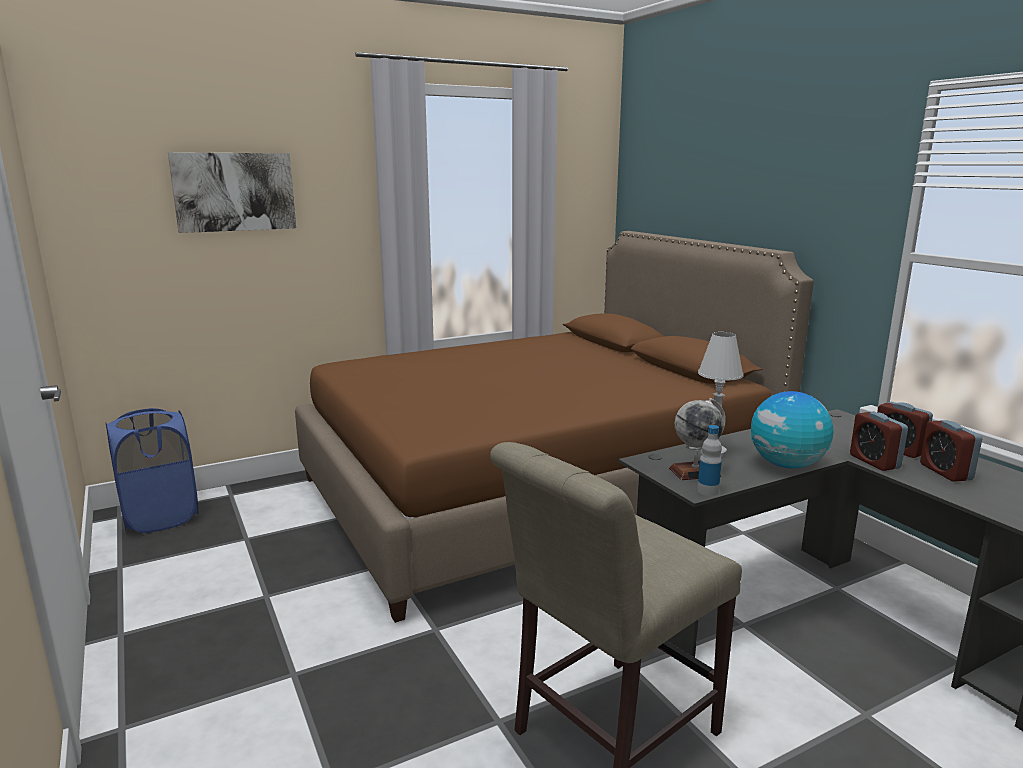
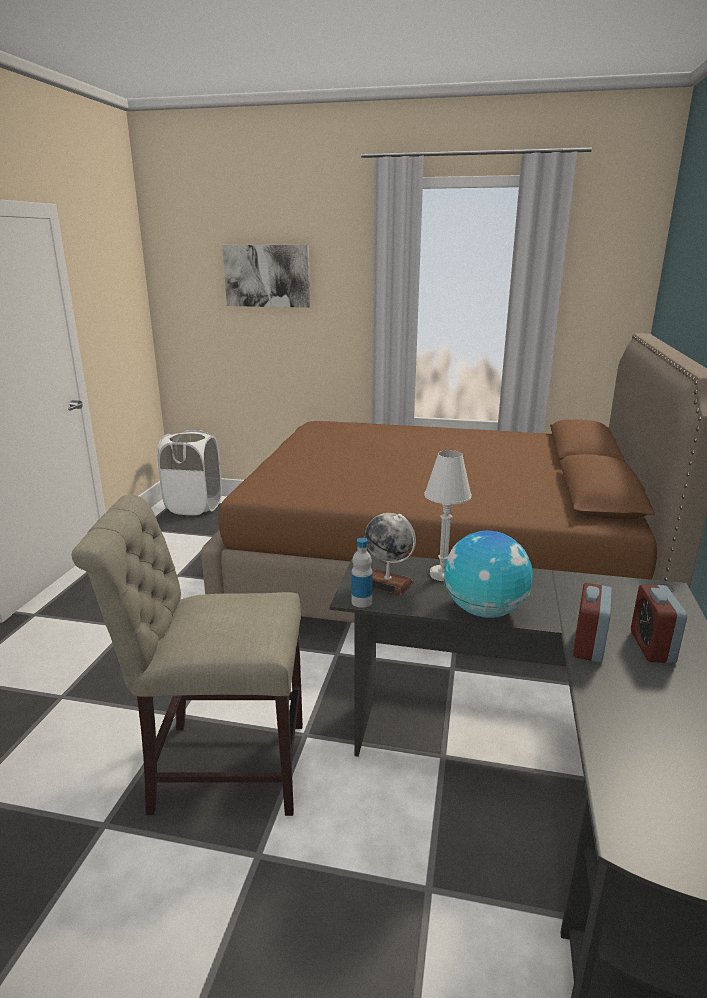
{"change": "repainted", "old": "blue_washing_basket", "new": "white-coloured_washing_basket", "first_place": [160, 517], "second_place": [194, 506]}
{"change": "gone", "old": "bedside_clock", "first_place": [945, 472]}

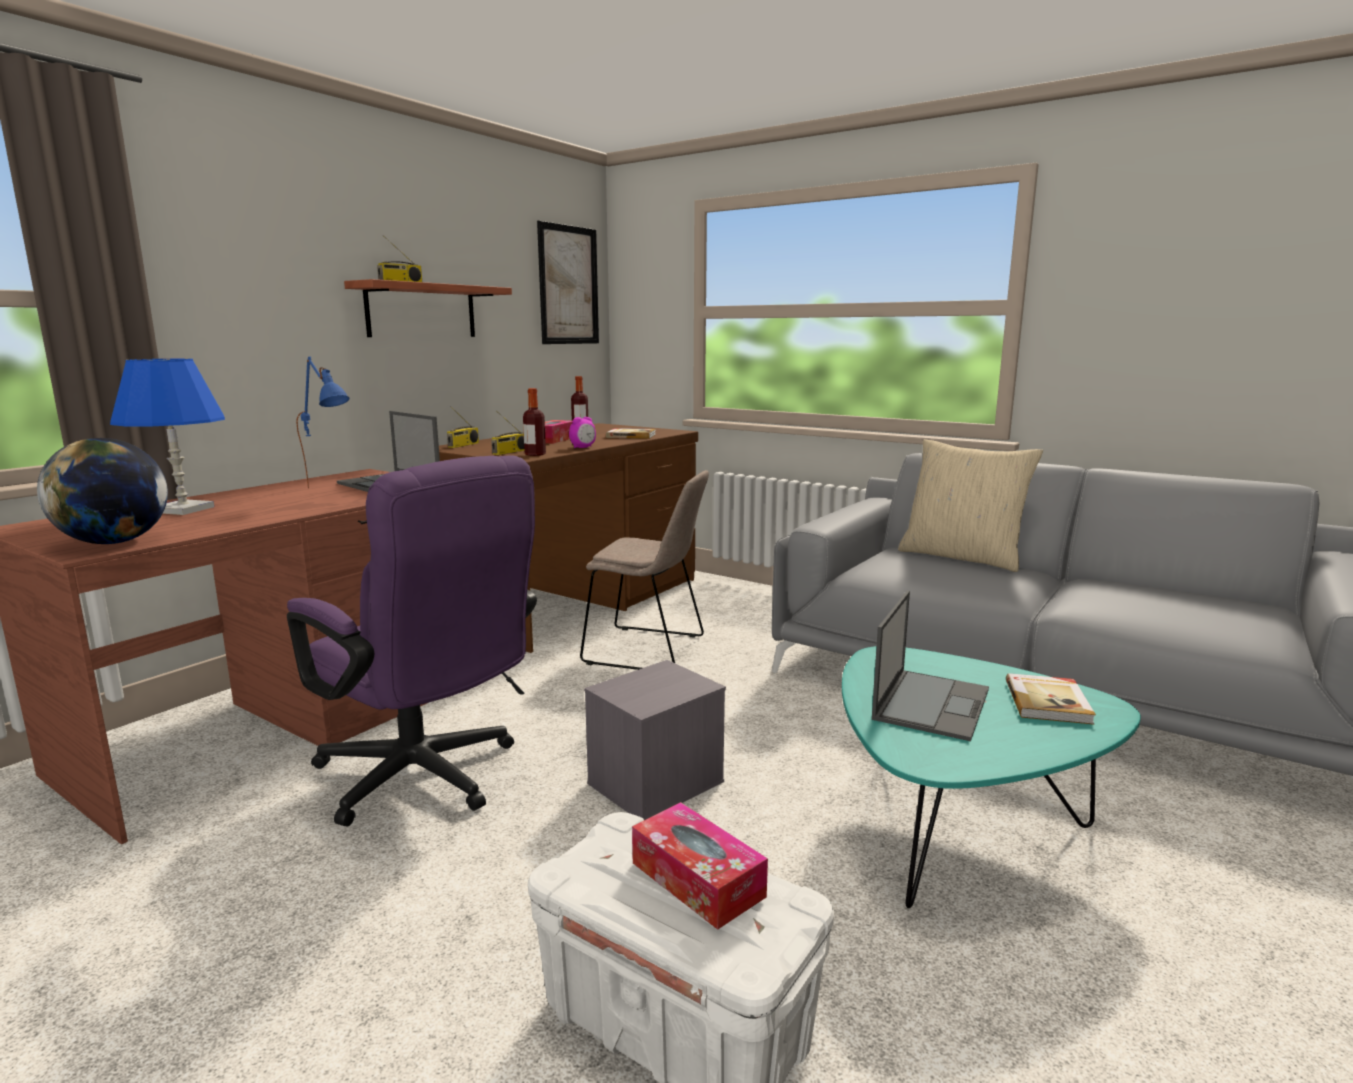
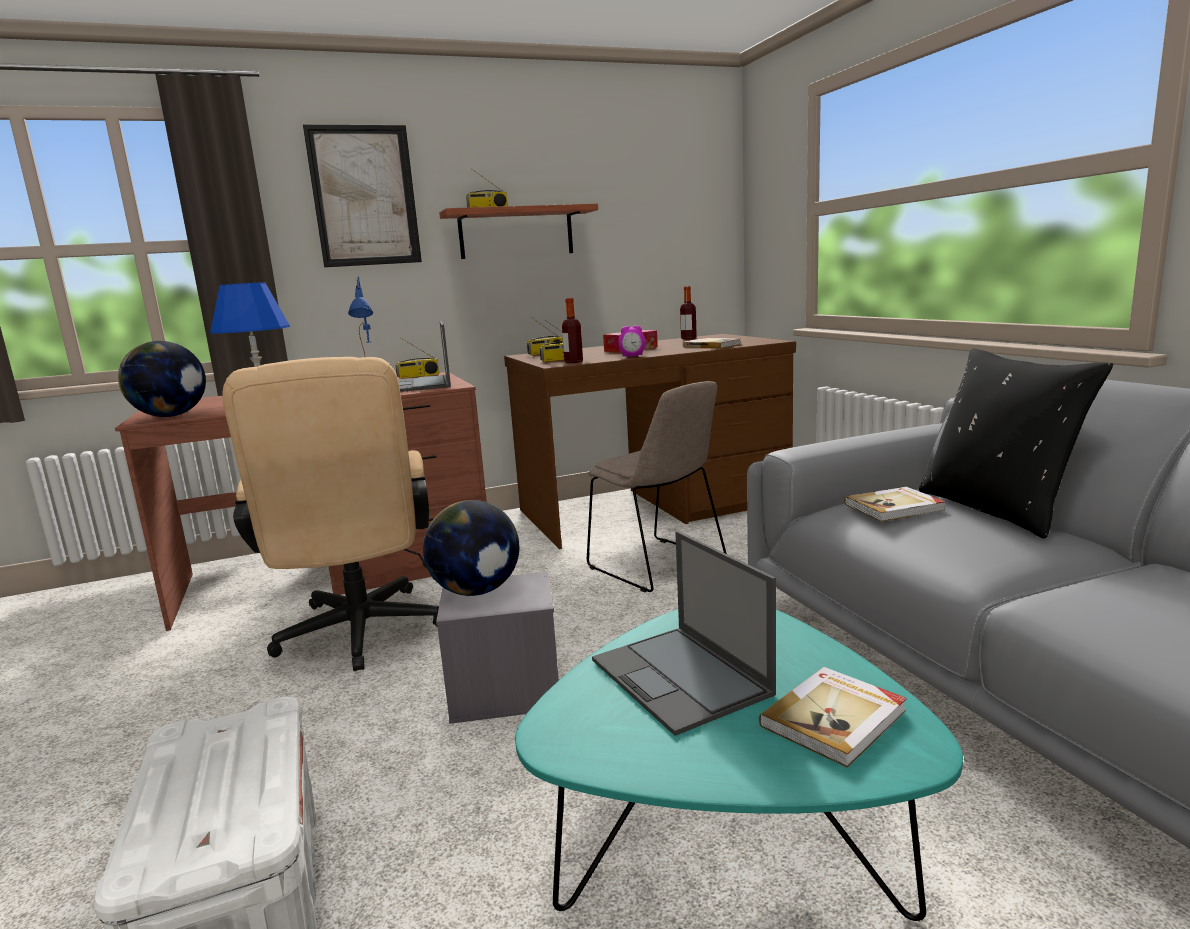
{"change": "shifted", "old": "wall_picture", "first_place": [568, 285], "second_place": [364, 196]}
{"change": "repainted", "old": "sand-coloured_throw_pillow", "new": "blackish_throw_pillow", "first_place": [962, 557], "second_place": [997, 509]}
{"change": "repainted", "old": "purple_desk_chair", "new": "sand-coloured_desk_chair", "first_place": [427, 779], "second_place": [359, 637]}
{"change": "rotated", "old": "portable_computer", "first_place": [931, 703], "second_place": [681, 678], "degrees": 90}
{"change": "gone", "old": "tissue_holder", "first_place": [697, 879]}
{"change": "new", "new": "radio_receiver", "second_place": [418, 376]}
{"change": "new", "new": "book", "second_place": [895, 507]}
{"change": "new", "new": "desk_globe", "second_place": [476, 591]}

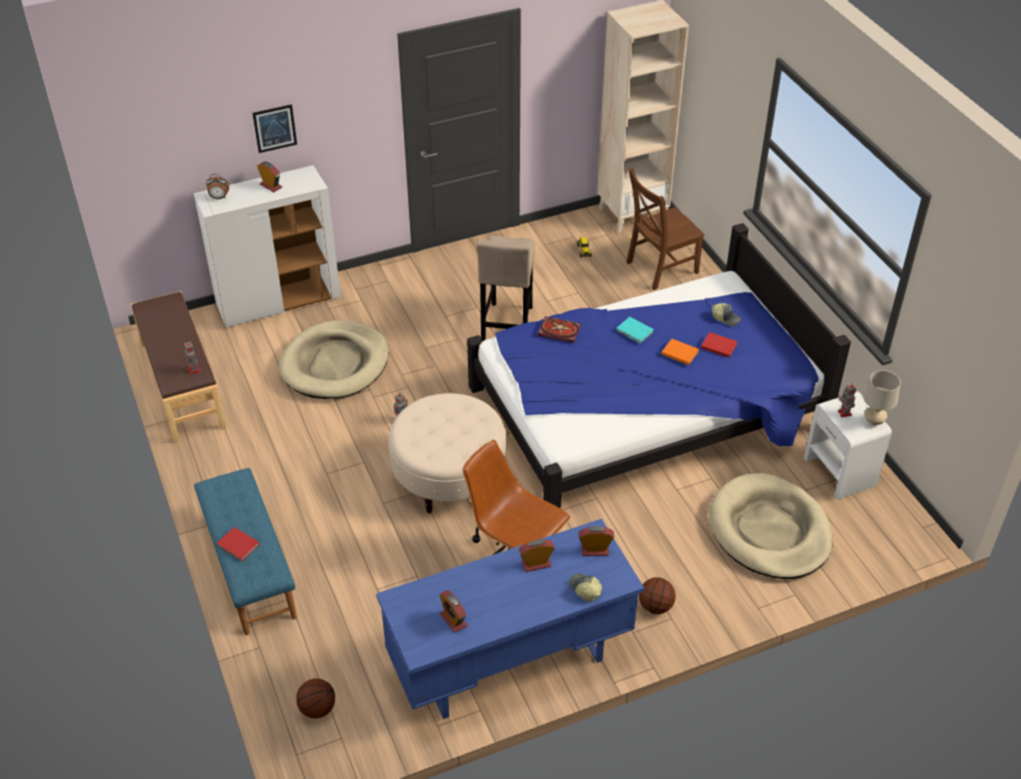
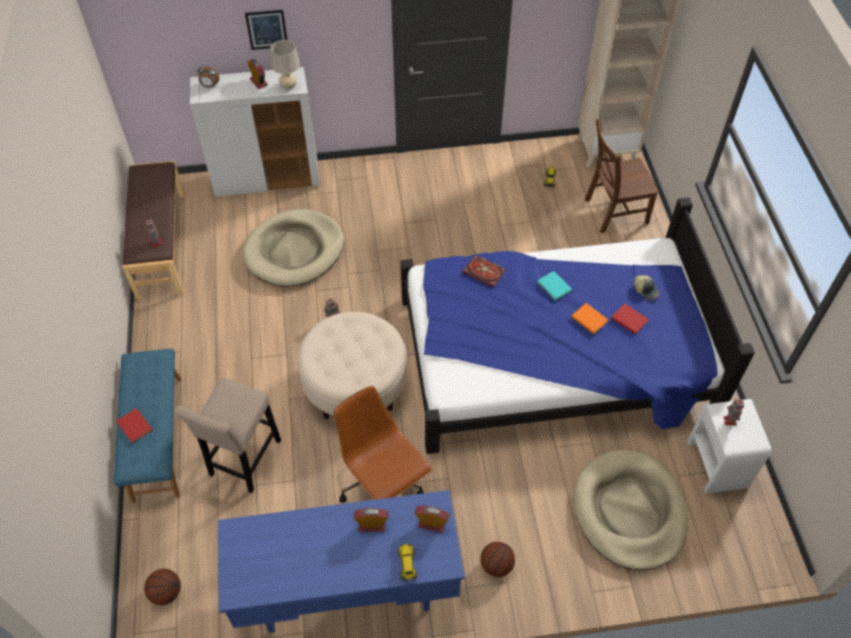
{"change": "shifted", "old": "sand-coloured_stool_seat", "first_place": [507, 326], "second_place": [243, 461]}
{"change": "shifted", "old": "sand-coloured_lamp_for_a_table", "first_place": [874, 421], "second_place": [288, 86]}
{"change": "swapped", "old": "baseball_cap", "new": "model_truck", "first_place": [584, 589], "second_place": [407, 565]}
{"change": "gone", "old": "bedside_clock", "first_place": [453, 620]}

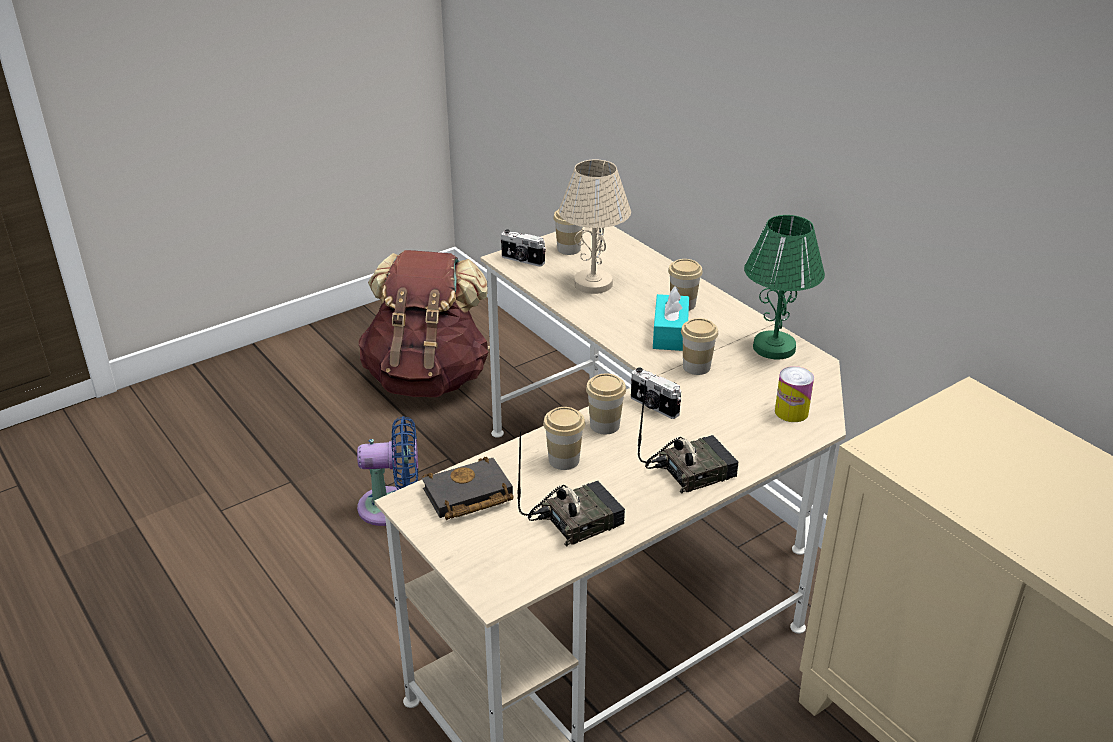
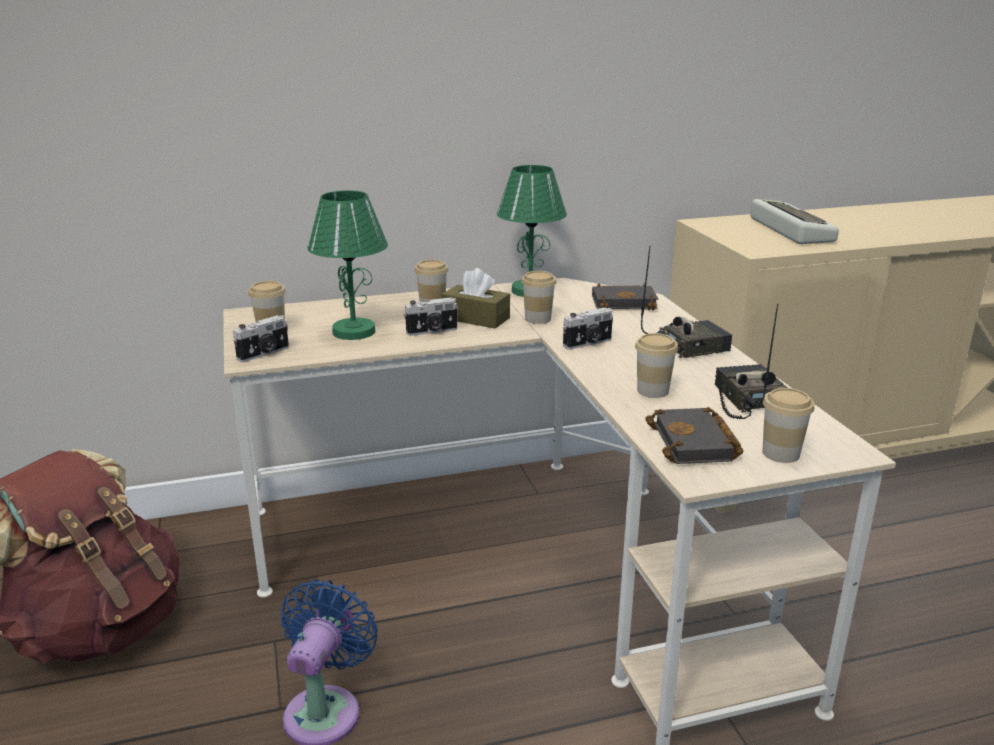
{"change": "repainted", "old": "sand-coloured_lamp_for_a_table", "new": "green_lamp_for_a_table", "first_place": [593, 284], "second_place": [354, 332]}
{"change": "repainted", "old": "turquoise-coloured_tissue_holder", "new": "brown_tissue_holder", "first_place": [670, 333], "second_place": [476, 318]}
{"change": "swapped", "old": "sealed_can", "new": "blackish_book", "first_place": [791, 412], "second_place": [625, 302]}
{"change": "shifted", "old": "drinking_cup", "first_place": [604, 425], "second_place": [780, 453]}
{"change": "rotated", "old": "radio_receiver", "first_place": [690, 469], "second_place": [688, 346], "degrees": 75}
{"change": "new", "new": "computer_keyboard", "second_place": [788, 230]}
{"change": "new", "new": "photo_camera", "second_place": [432, 331]}

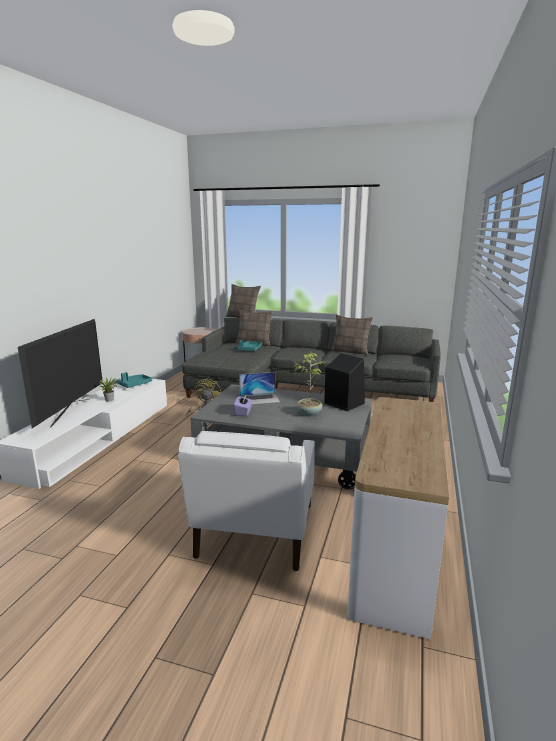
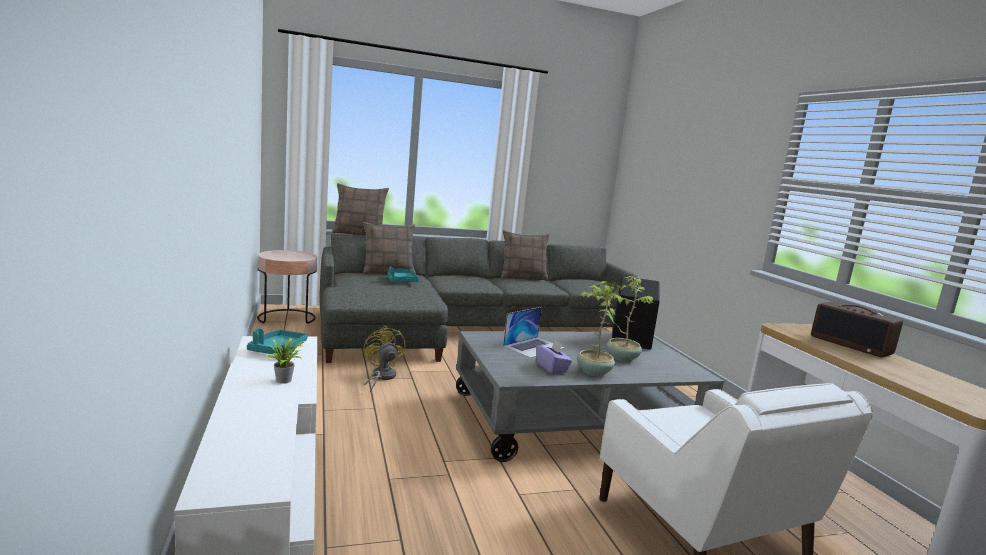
{"change": "gone", "old": "TV_set", "first_place": [72, 411]}
{"change": "new", "new": "houseplant", "second_place": [593, 372]}
{"change": "new", "new": "radio_receiver", "second_place": [851, 345]}

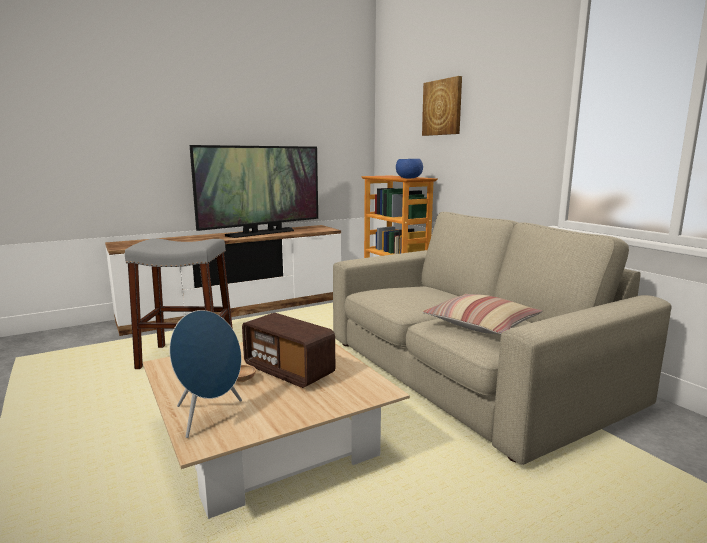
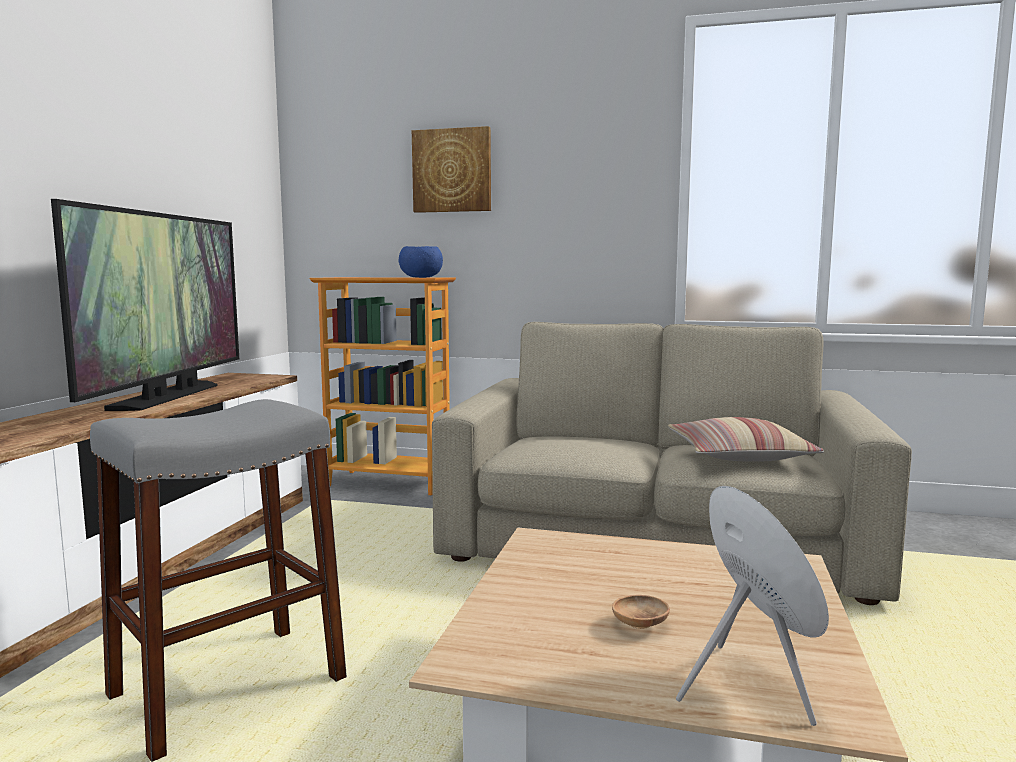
{"change": "gone", "old": "radio_receiver", "first_place": [289, 371]}

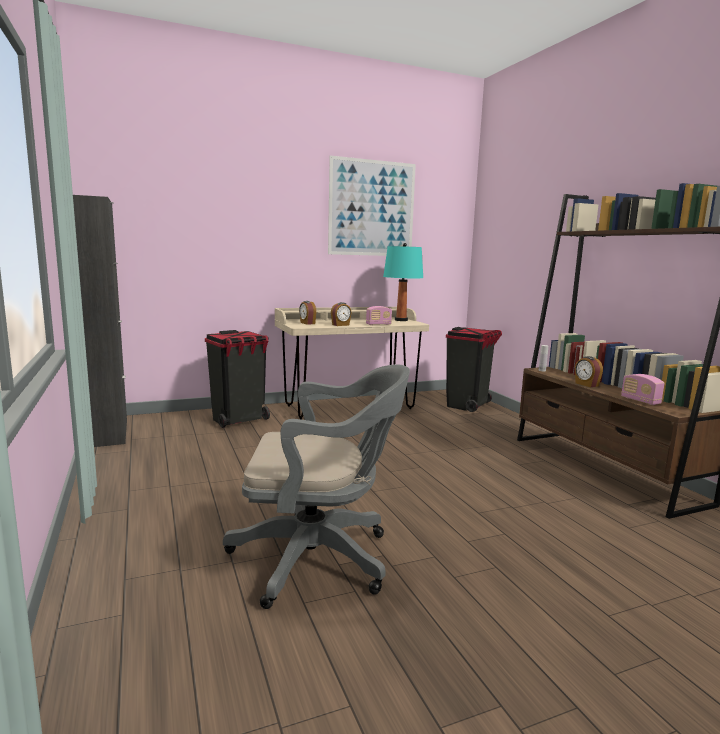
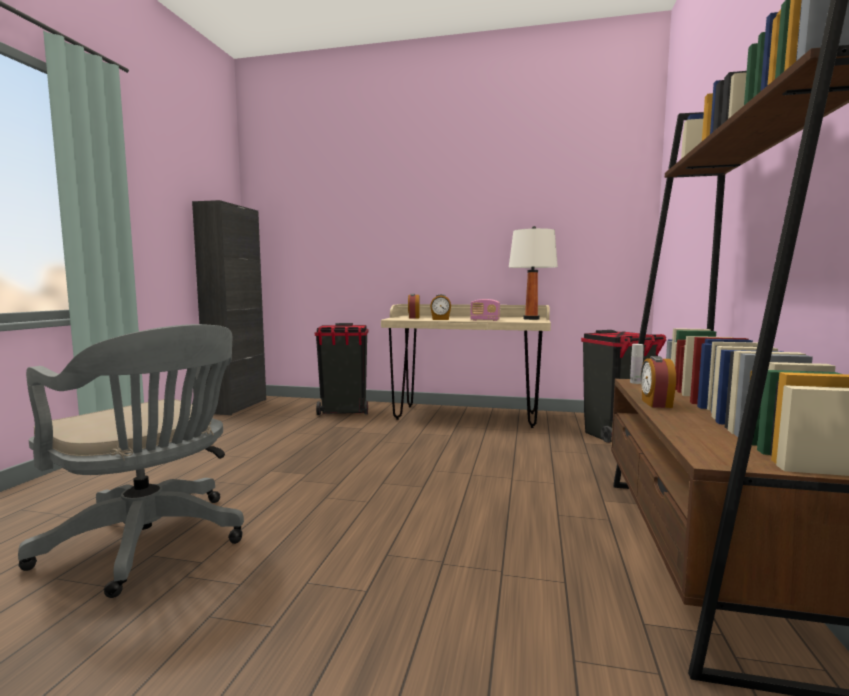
{"change": "gone", "old": "wall_picture", "first_place": [372, 208]}
{"change": "repainted", "old": "turquoise-coloured_lamp_for_a_table", "new": "white-coloured_lamp_for_a_table", "first_place": [401, 320], "second_place": [531, 319]}
{"change": "gone", "old": "radio_receiver", "first_place": [640, 401]}

